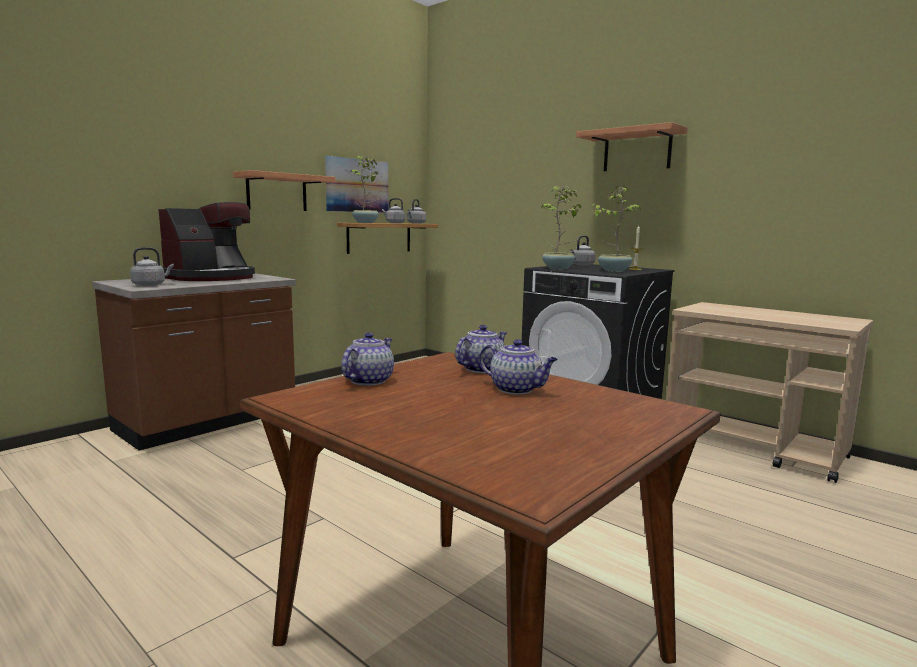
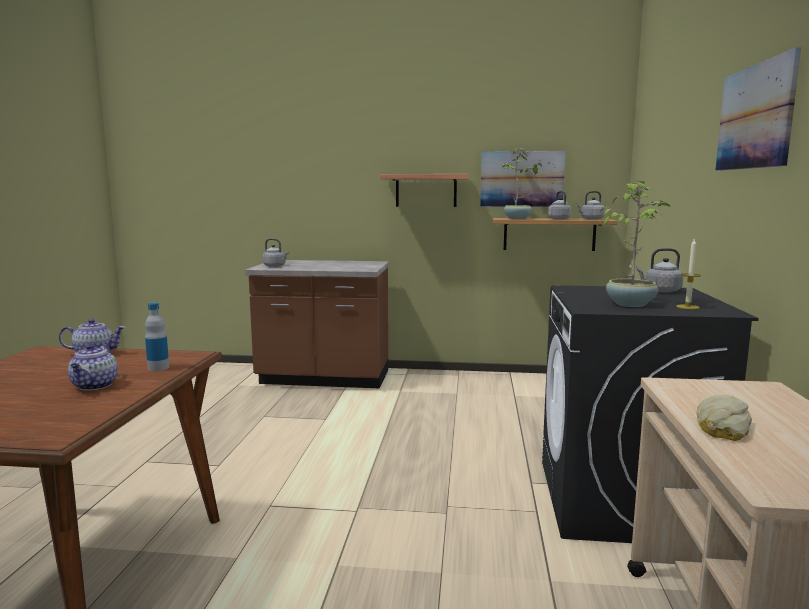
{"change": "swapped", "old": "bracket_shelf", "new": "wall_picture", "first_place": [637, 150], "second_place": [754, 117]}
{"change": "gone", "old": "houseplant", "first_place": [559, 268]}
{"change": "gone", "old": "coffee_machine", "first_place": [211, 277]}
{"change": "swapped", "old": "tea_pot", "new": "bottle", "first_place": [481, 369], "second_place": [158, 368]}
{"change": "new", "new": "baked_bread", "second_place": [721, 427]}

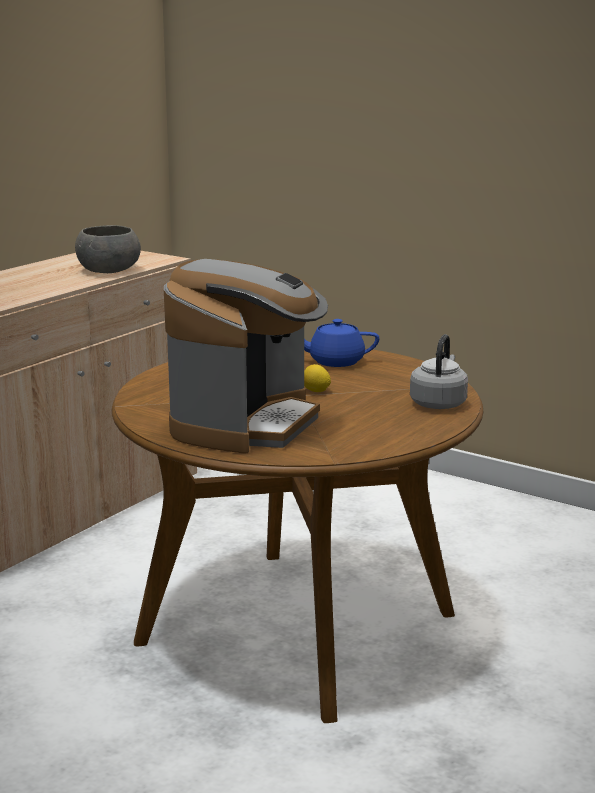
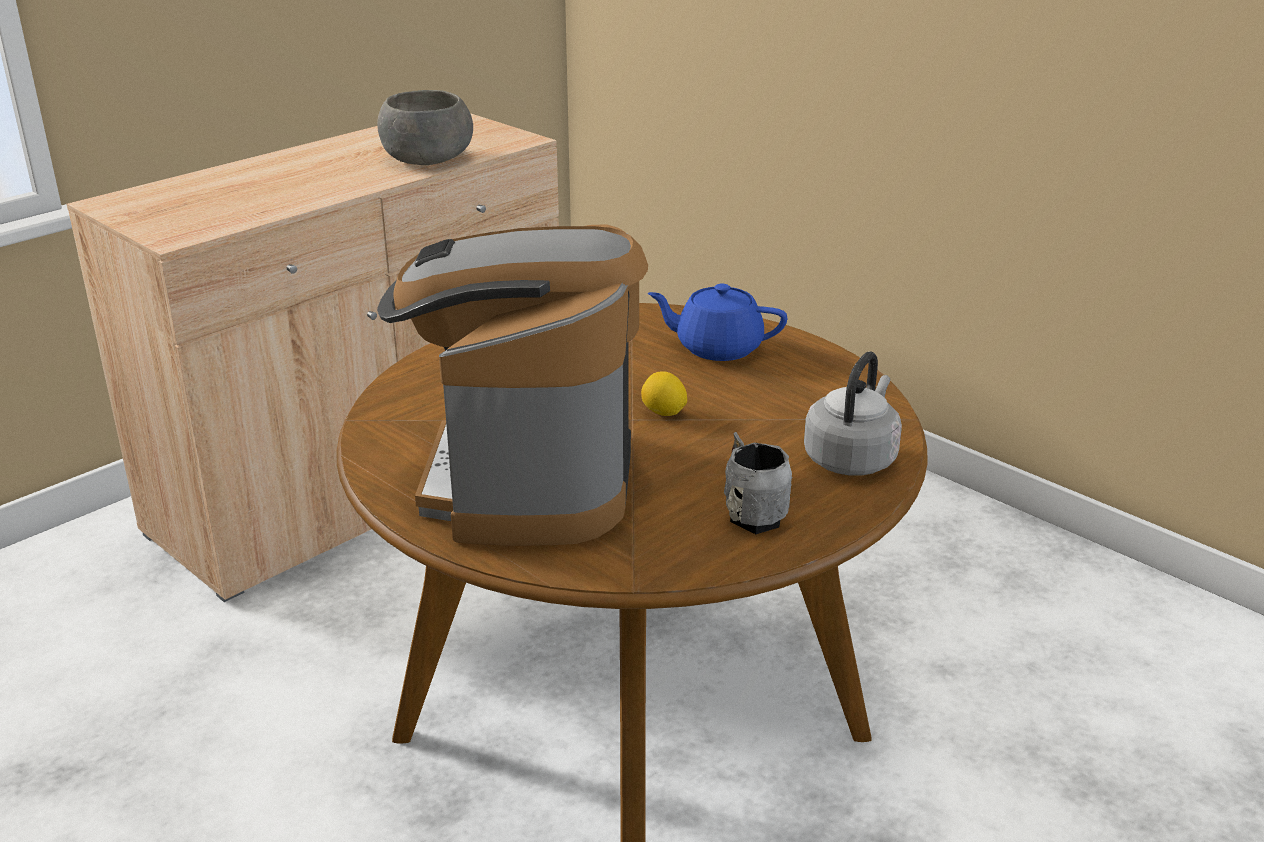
{"change": "rotated", "old": "coffee_machine", "first_place": [246, 424], "second_place": [527, 481], "degrees": 150}
{"change": "new", "new": "greyish_tea_mug", "second_place": [751, 513]}

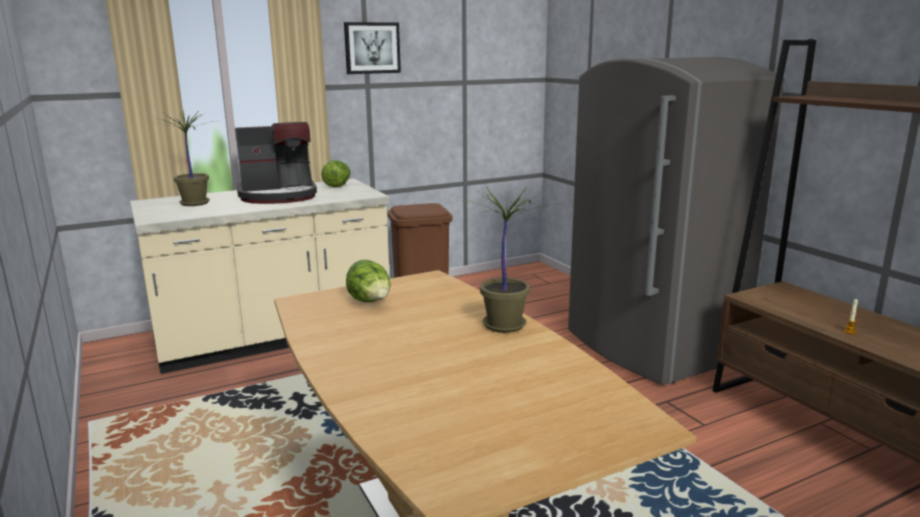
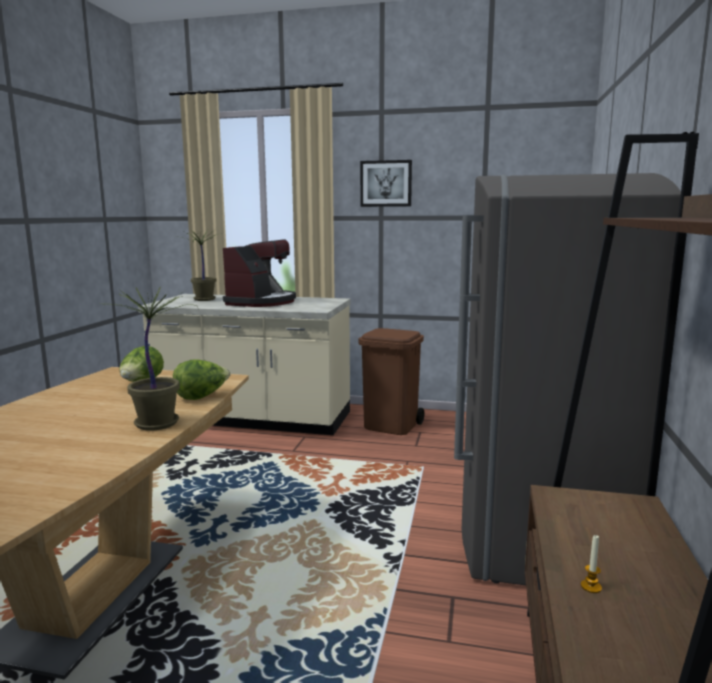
{"change": "rotated", "old": "coffee_machine", "first_place": [278, 196], "second_place": [262, 302], "degrees": -90}
{"change": "shifted", "old": "lettuce_head", "first_place": [337, 186], "second_place": [202, 397]}

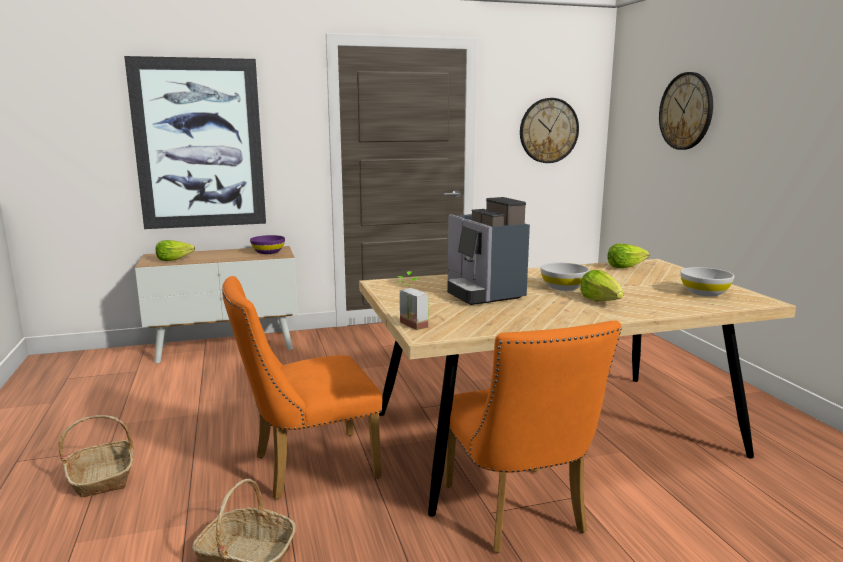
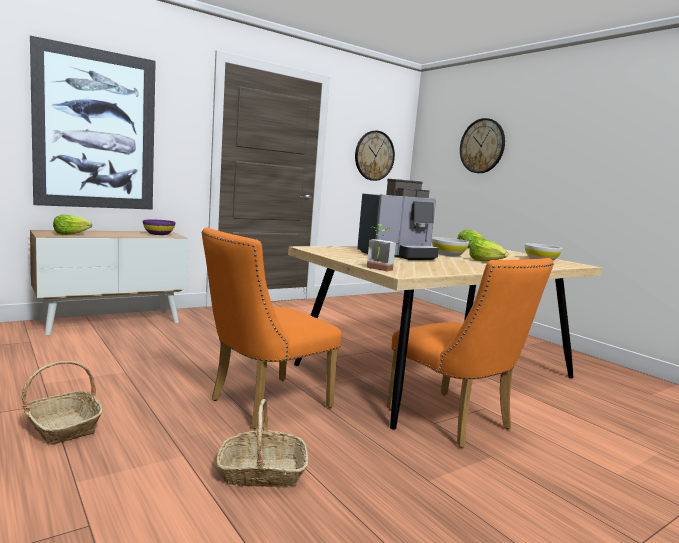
{"change": "rotated", "old": "coffee_machine", "first_place": [482, 293], "second_place": [398, 255], "degrees": -75}

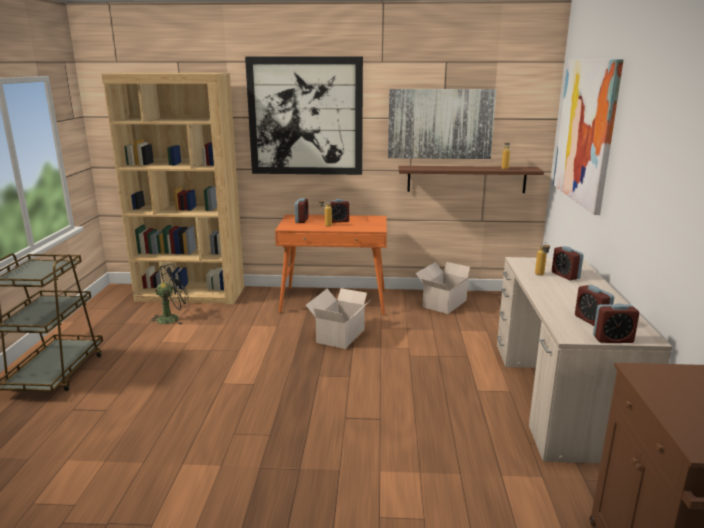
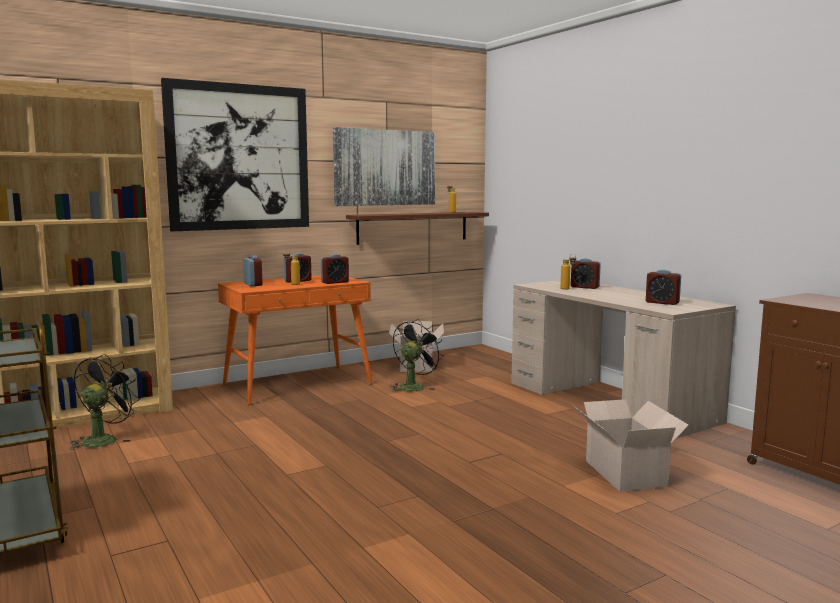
{"change": "gone", "old": "wall_picture", "first_place": [585, 131]}
{"change": "shifted", "old": "carton", "first_place": [341, 335], "second_place": [624, 472]}
{"change": "shifted", "old": "bedside_clock", "first_place": [612, 339], "second_place": [335, 282]}
{"change": "new", "new": "blackish_cooling_fan", "second_place": [413, 386]}

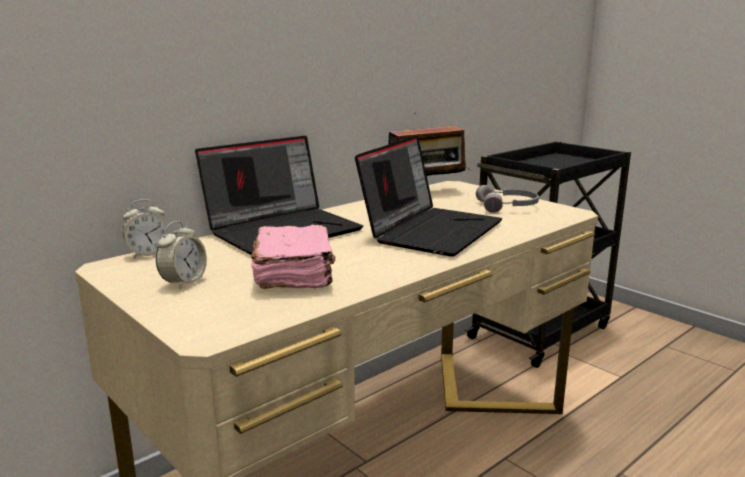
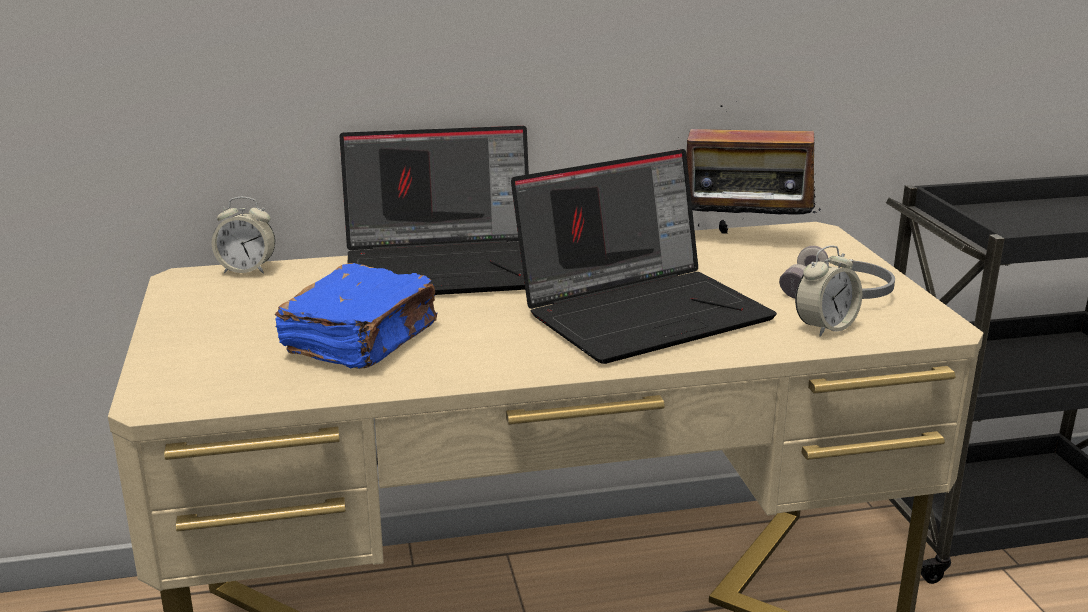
{"change": "shifted", "old": "bedside_clock", "first_place": [184, 282], "second_place": [825, 327]}
{"change": "repainted", "old": "pinkish_book", "new": "blue_book", "first_place": [295, 274], "second_place": [363, 340]}

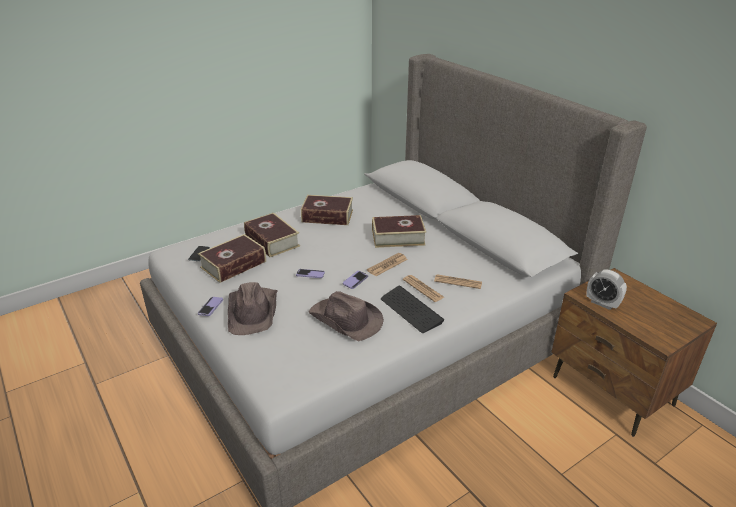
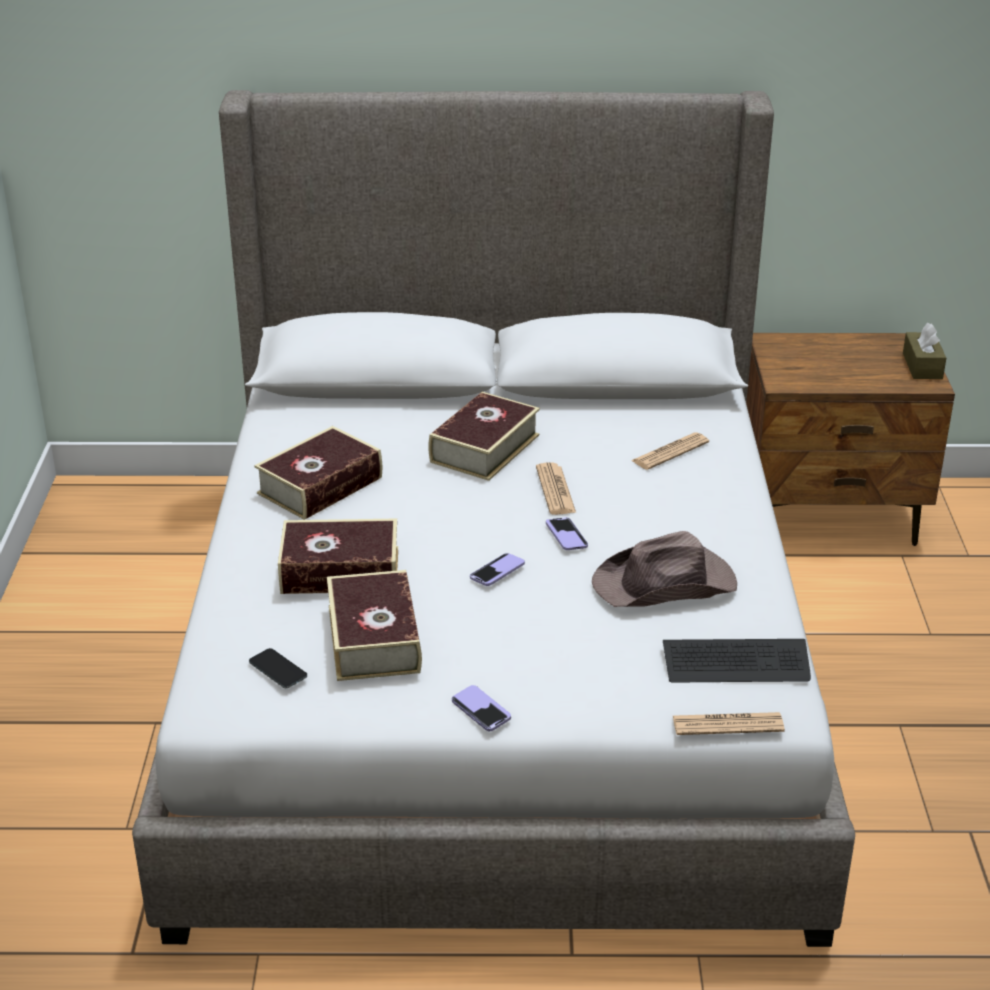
{"change": "gone", "old": "bedside_clock", "first_place": [602, 303]}
{"change": "shifted", "old": "printed_paper", "first_place": [423, 288], "second_place": [727, 724]}
{"change": "gone", "old": "brown_hat", "first_place": [253, 311]}
{"change": "shifted", "old": "computer_keyboard", "first_place": [411, 310], "second_place": [736, 663]}
{"change": "new", "new": "brown_tissue_holder", "second_place": [922, 366]}

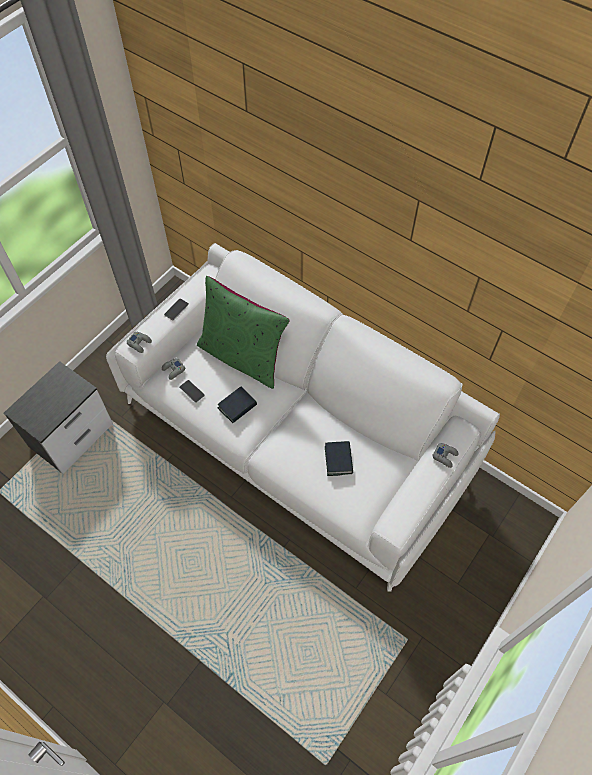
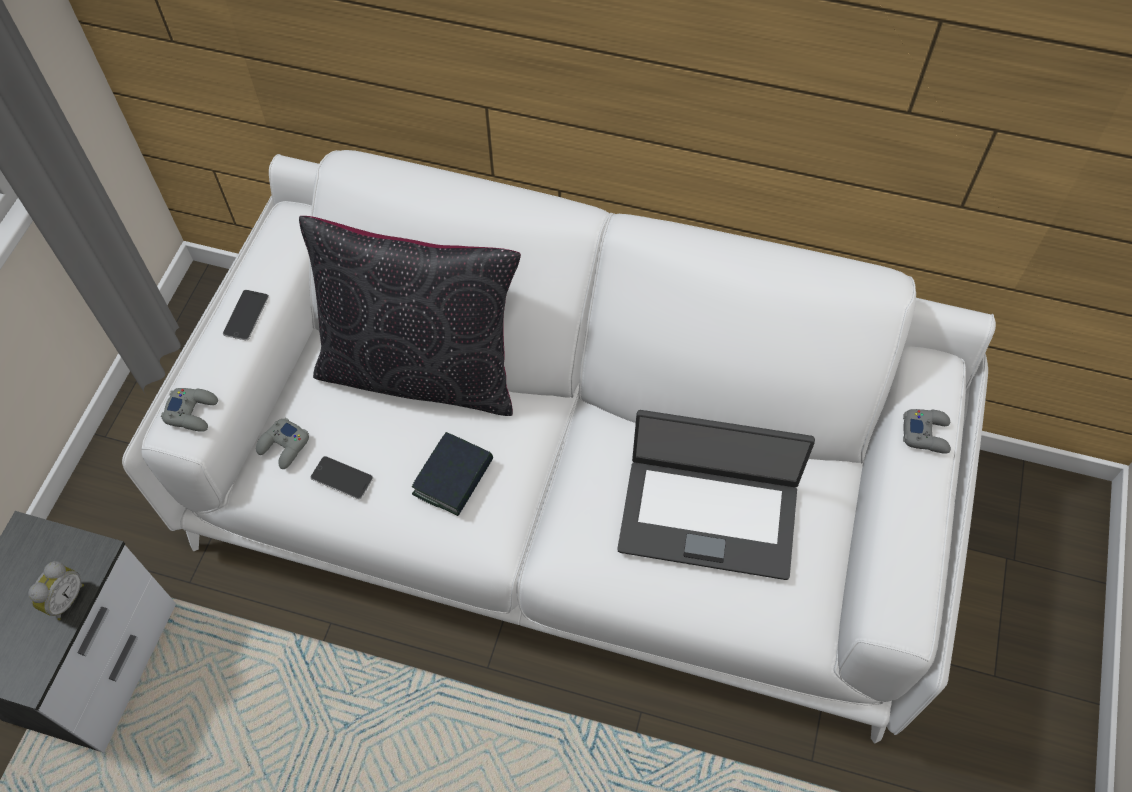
{"change": "repainted", "old": "green_throw_pillow", "new": "blackish_throw_pillow", "first_place": [242, 356], "second_place": [421, 370]}
{"change": "swapped", "old": "book", "new": "portable_computer", "first_place": [338, 460], "second_place": [708, 516]}
{"change": "new", "new": "bedside_clock", "second_place": [65, 599]}

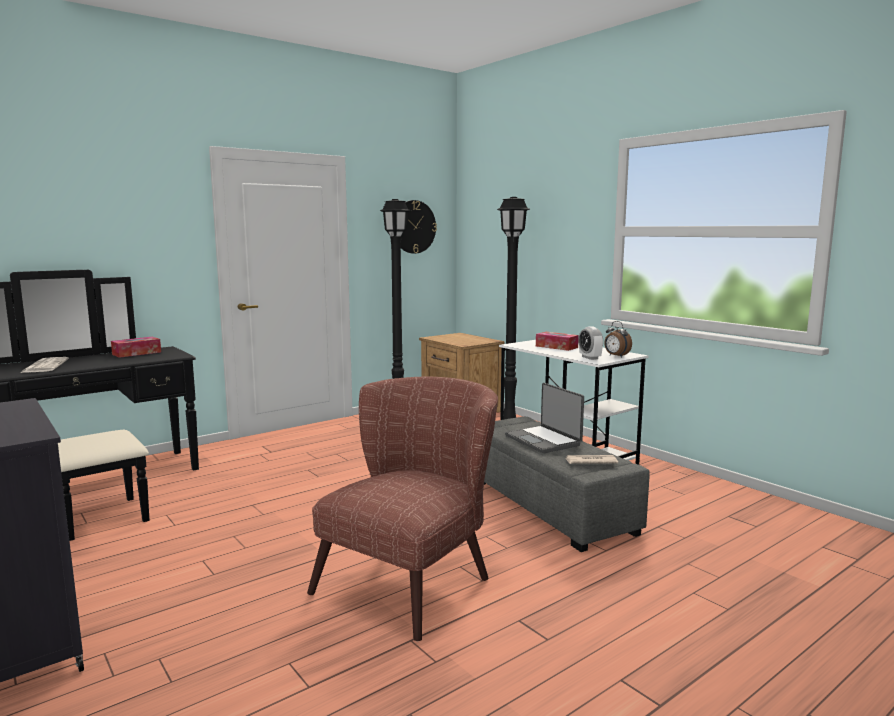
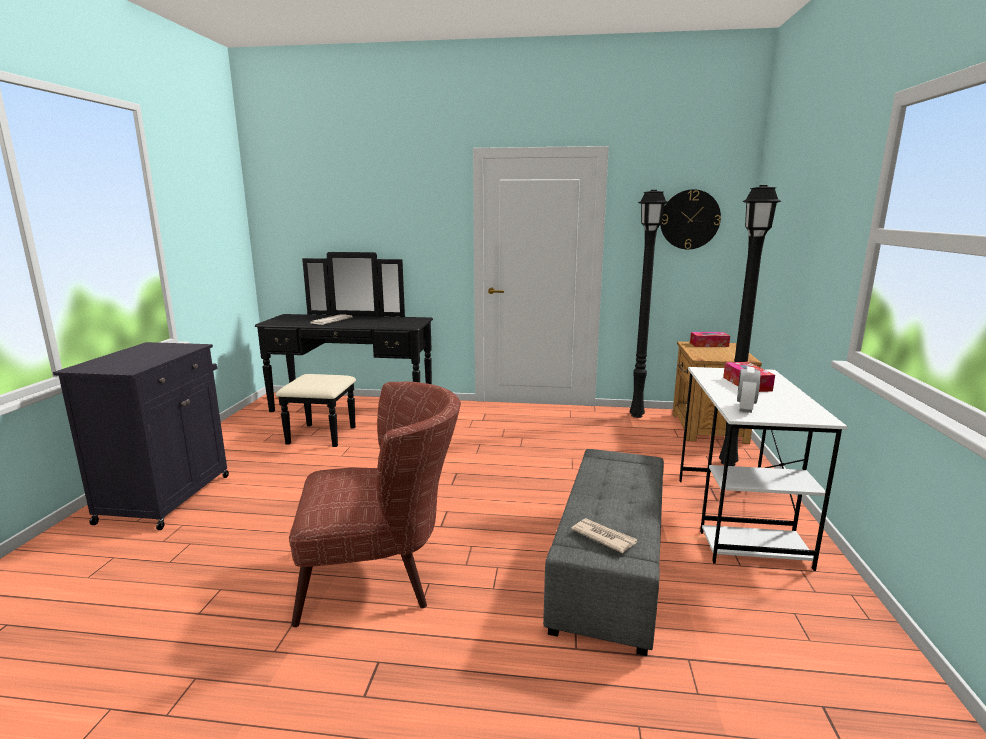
{"change": "gone", "old": "bedside_clock", "first_place": [616, 356]}
{"change": "shifted", "old": "tissue_holder", "first_place": [136, 353], "second_place": [709, 344]}
{"change": "gone", "old": "portable_computer", "first_place": [544, 440]}

